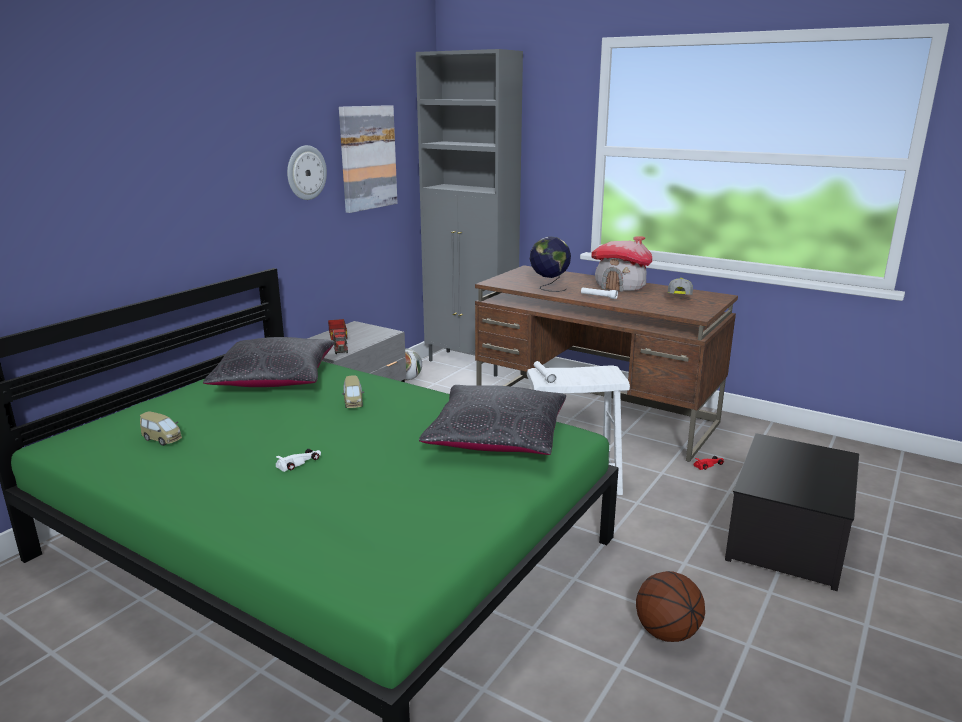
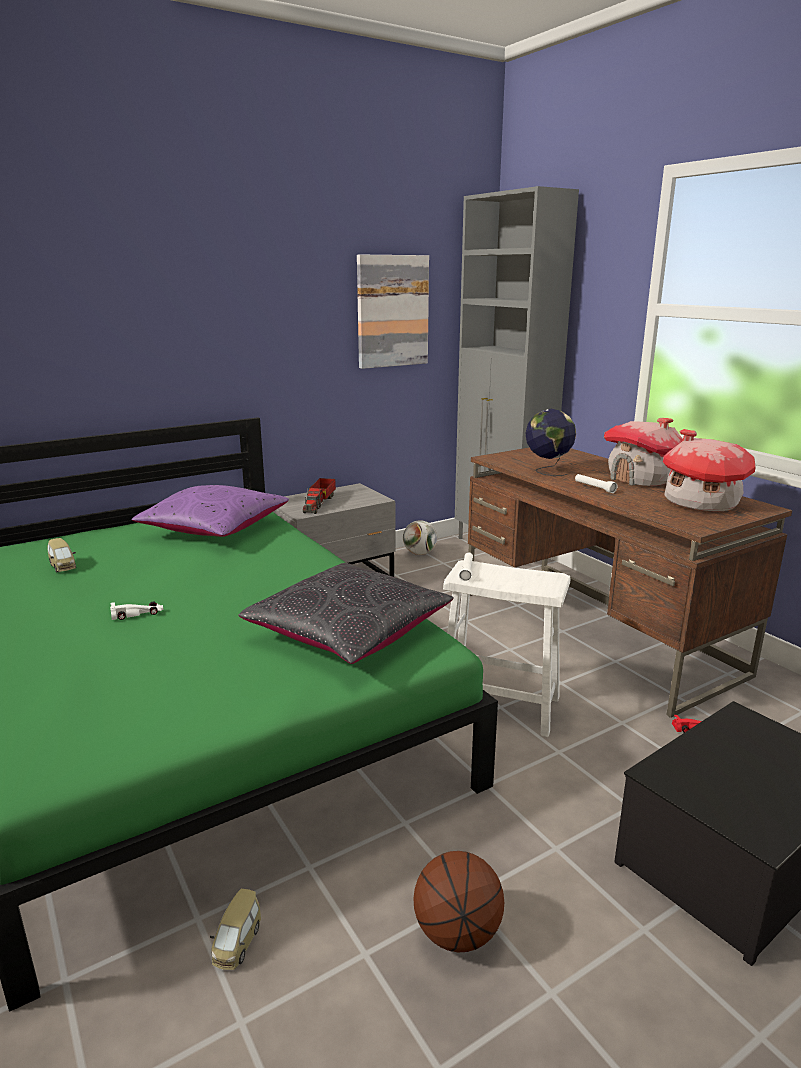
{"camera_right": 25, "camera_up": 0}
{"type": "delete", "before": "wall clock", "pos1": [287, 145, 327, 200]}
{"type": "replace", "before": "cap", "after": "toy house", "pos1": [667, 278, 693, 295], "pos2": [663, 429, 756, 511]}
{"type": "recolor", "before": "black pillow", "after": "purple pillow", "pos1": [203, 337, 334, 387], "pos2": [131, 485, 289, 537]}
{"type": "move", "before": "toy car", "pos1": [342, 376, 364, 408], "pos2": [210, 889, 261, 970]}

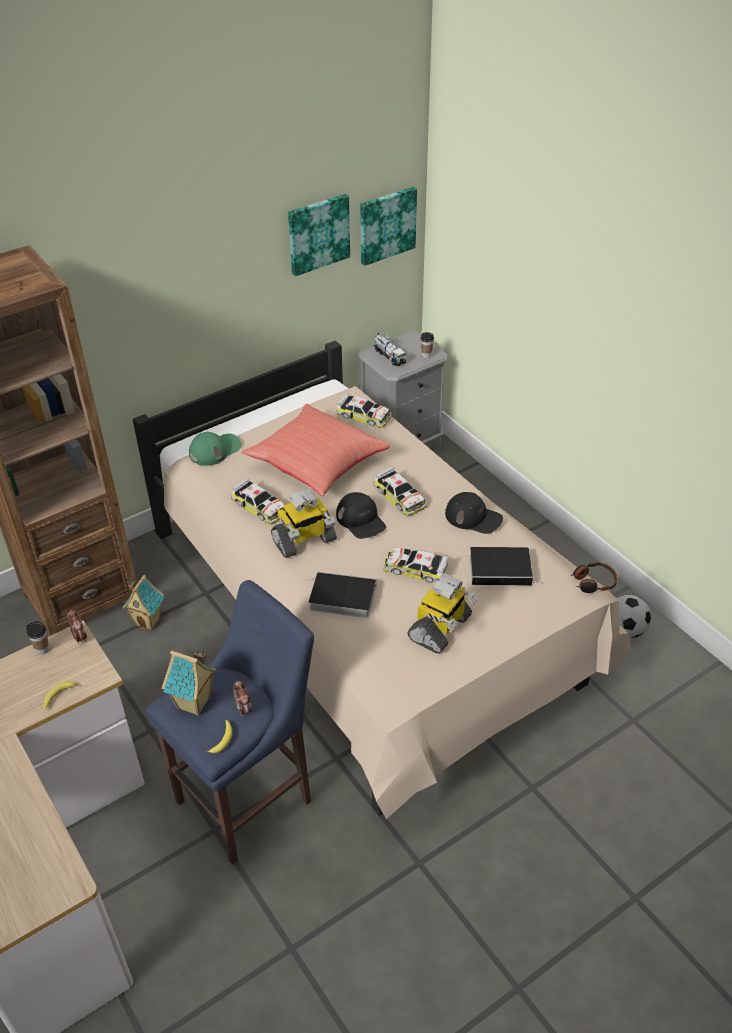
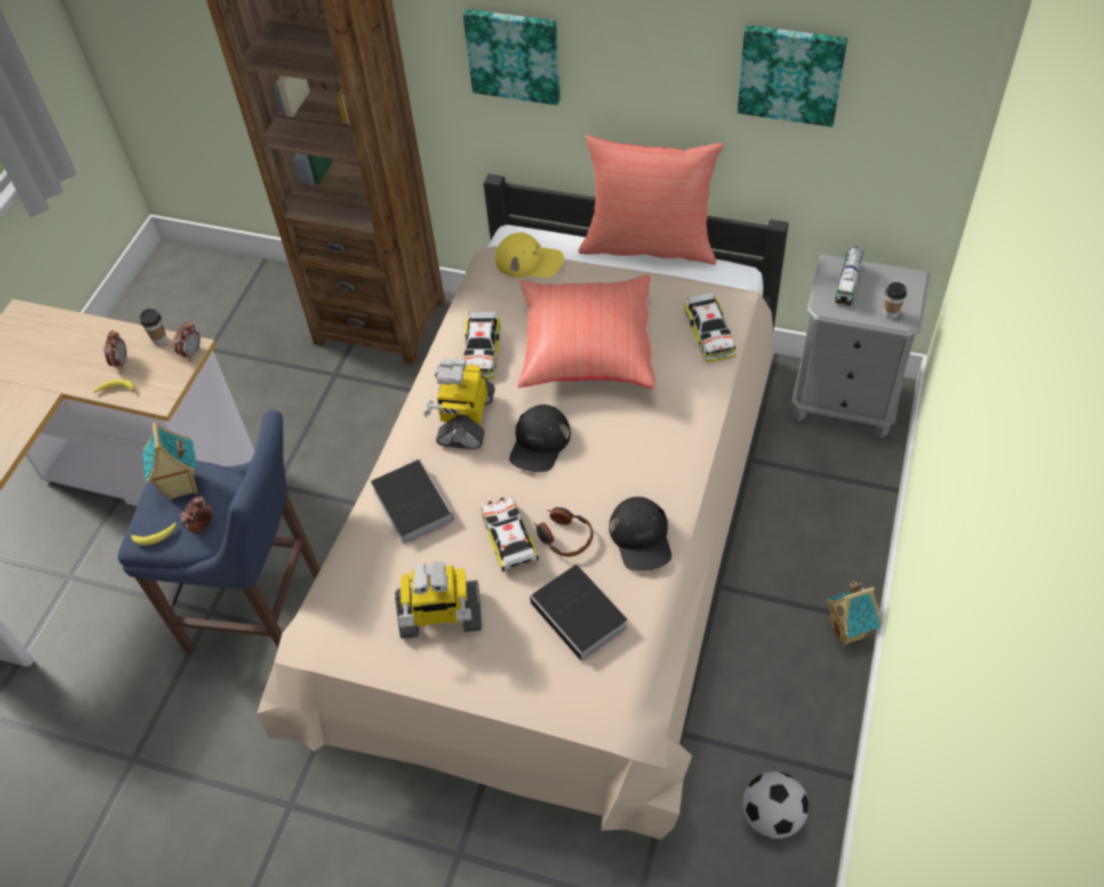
{"camera_right": 55, "camera_up": 10}
{"type": "move", "before": "picture", "pos1": [360, 187, 417, 266], "pos2": [463, 9, 560, 105]}
{"type": "recolor", "before": "green cap", "after": "yellow cap", "pos1": [189, 432, 241, 466], "pos2": [495, 232, 564, 278]}
{"type": "delete", "before": "toy car", "pos1": [374, 467, 427, 516]}
{"type": "rotate", "before": "toy robot", "pos1": [271, 489, 337, 558], "pos2": [424, 358, 495, 449], "turn": 75}
{"type": "move", "before": "headphones", "pos1": [571, 562, 617, 593], "pos2": [535, 507, 593, 557]}
{"type": "move", "before": "toy house", "pos1": [122, 575, 164, 630], "pos2": [826, 578, 883, 646]}
{"type": "insert", "after": "red pillow", "pos2": [578, 135, 724, 265]}
{"type": "insert", "after": "alarm clock", "pos2": [103, 330, 127, 369]}

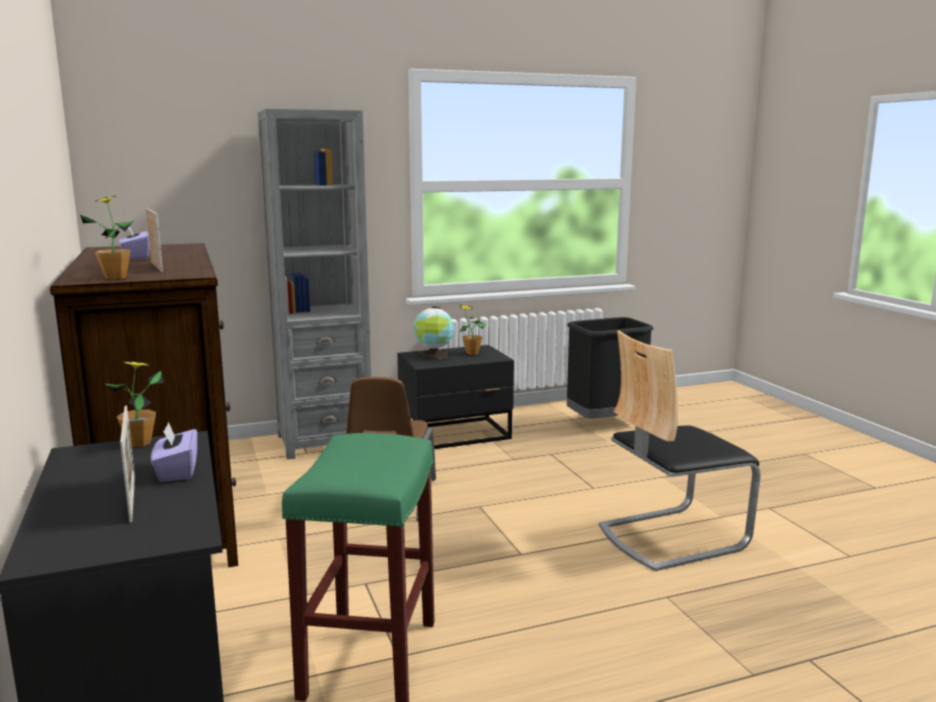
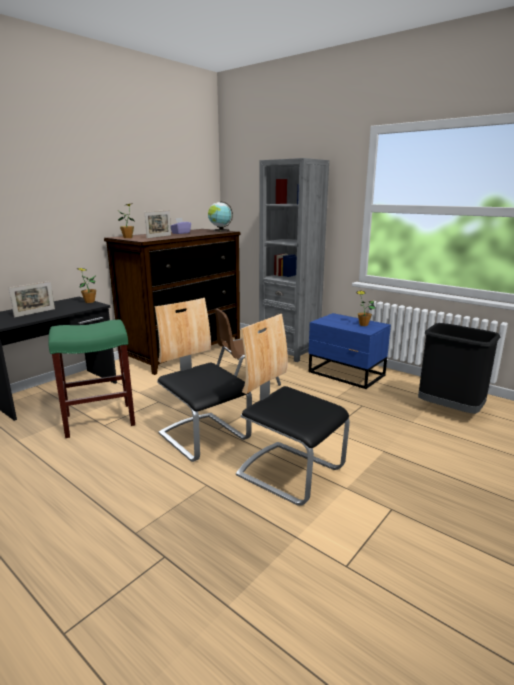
{"camera_right": 60, "camera_up": 5}
{"type": "move", "before": "globe", "pos1": [413, 306, 454, 359], "pos2": [208, 201, 233, 232]}
{"type": "recolor", "before": "black nightstand", "after": "blue nightstand", "pos1": [397, 345, 514, 449], "pos2": [308, 313, 391, 389]}
{"type": "delete", "before": "purple tissue box", "pos1": [151, 422, 197, 482]}
{"type": "insert", "after": "chair", "pos2": [155, 298, 252, 462]}

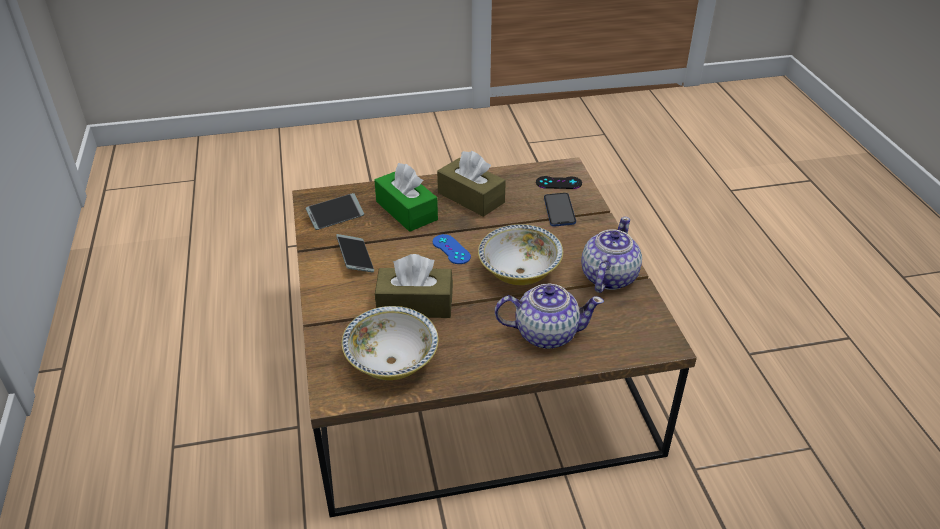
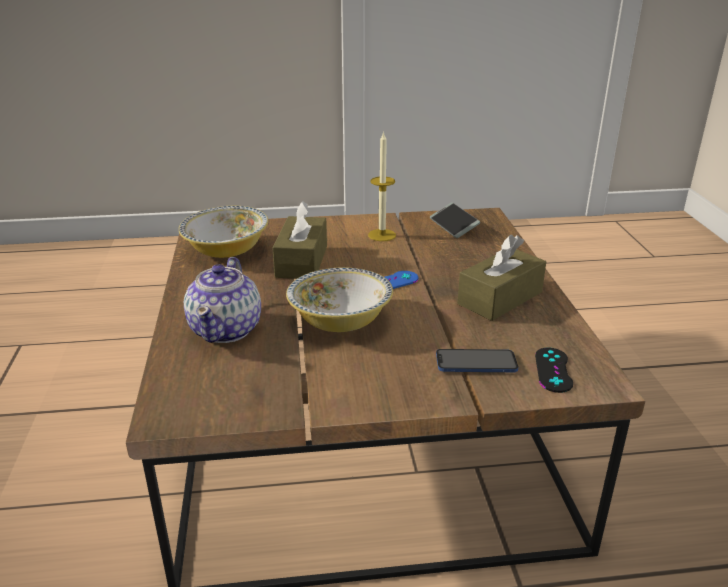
{"camera_right": 95, "camera_up": -10}
{"type": "delete", "before": "green tissue box", "pos1": [374, 163, 438, 232]}
{"type": "delete", "before": "teapot", "pos1": [581, 217, 642, 293]}
{"type": "replace", "before": "phone", "after": "candle", "pos1": [336, 234, 374, 273], "pos2": [368, 131, 396, 241]}

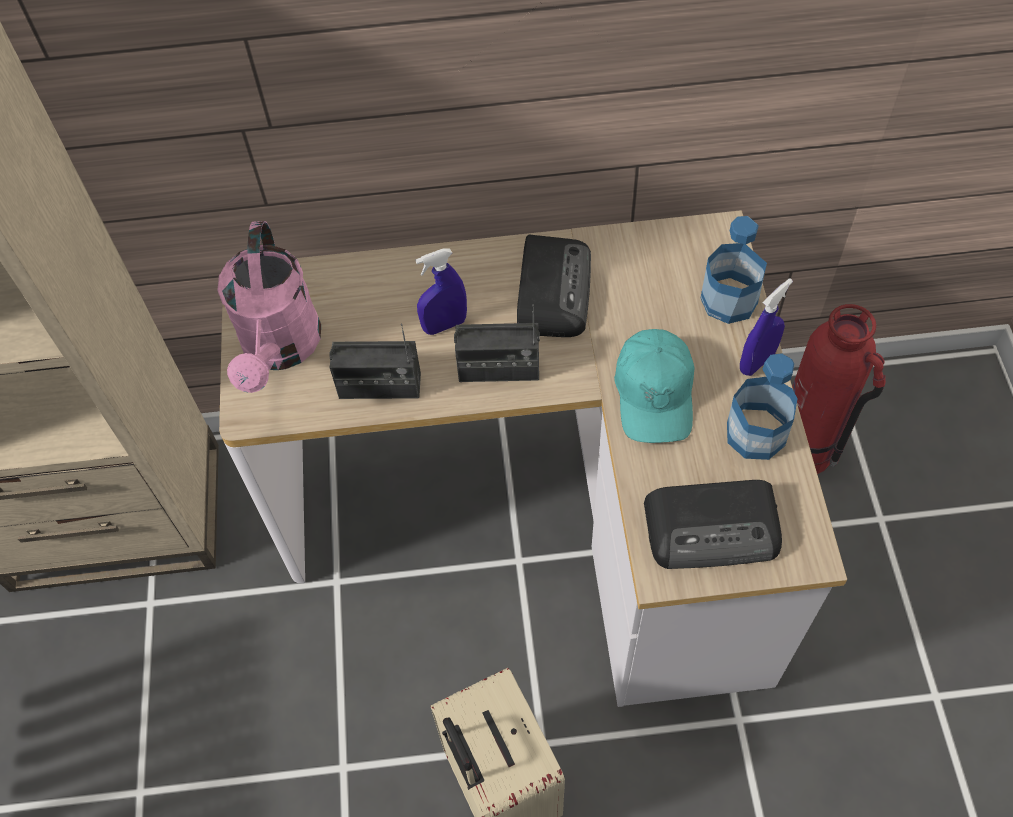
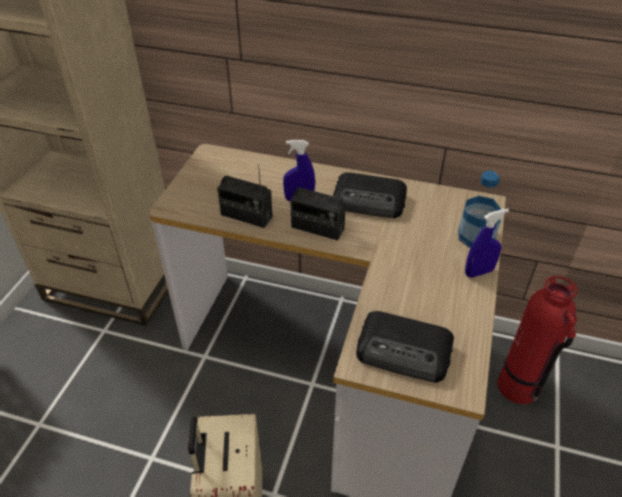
{"camera_right": 20, "camera_up": -15}
{"type": "delete", "before": "pink watering can", "pos1": [217, 221, 321, 393]}
{"type": "rotate", "before": "radio", "pos1": [517, 234, 591, 337], "pos2": [333, 172, 407, 218], "turn": 75}
{"type": "delete", "before": "turquoise cap", "pos1": [614, 329, 694, 443]}
{"type": "delete", "before": "bottle", "pos1": [727, 353, 798, 460]}

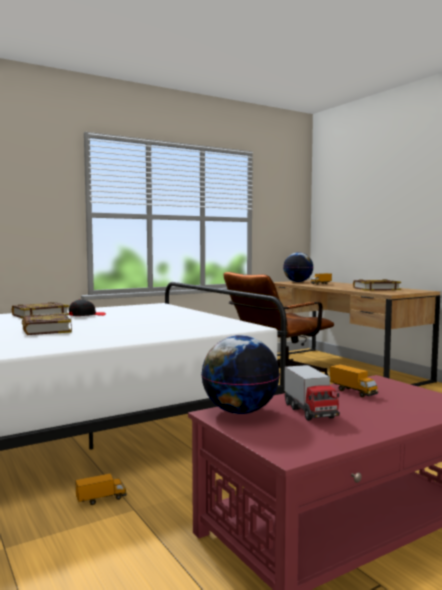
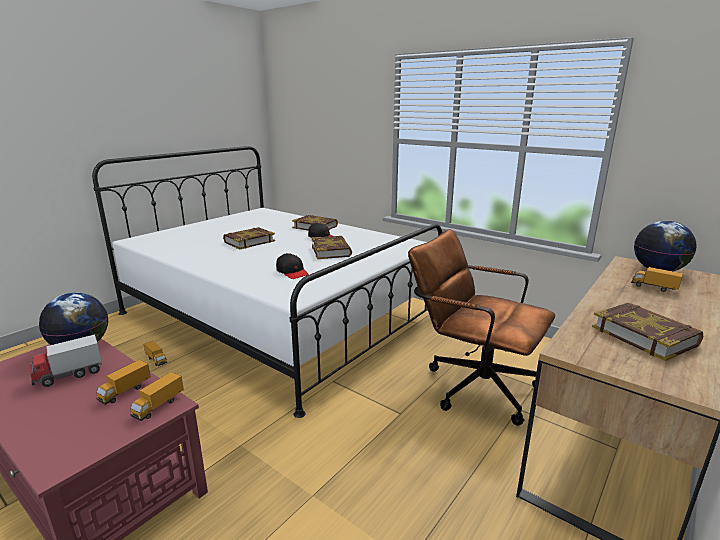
{"camera_right": 70, "camera_up": 15}
{"type": "insert", "after": "book", "pos2": [312, 236, 352, 259]}
{"type": "insert", "after": "black cap", "pos2": [276, 253, 309, 279]}
{"type": "insert", "after": "toy truck", "pos2": [130, 372, 184, 421]}

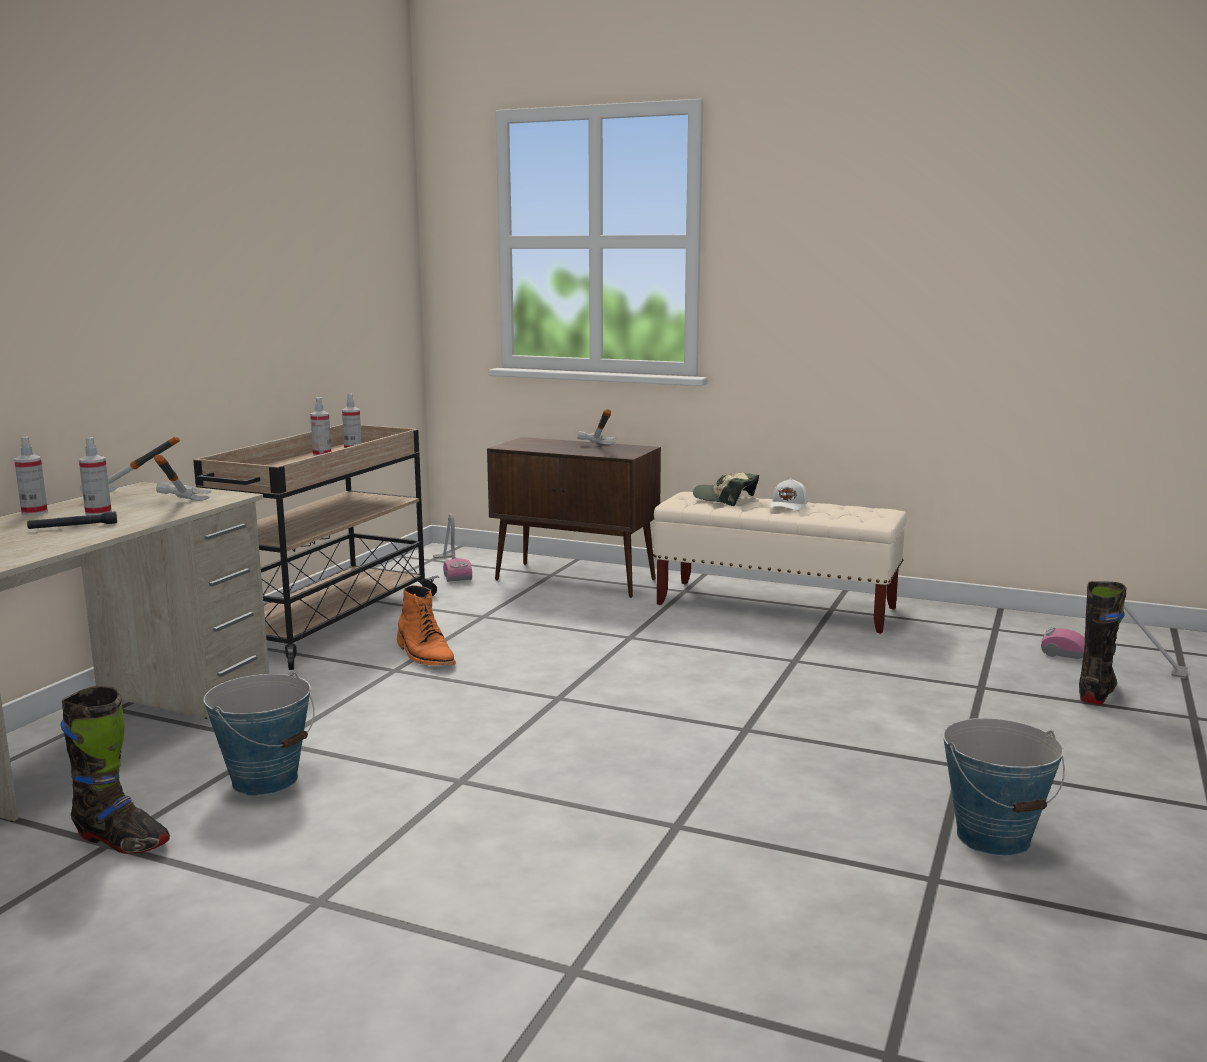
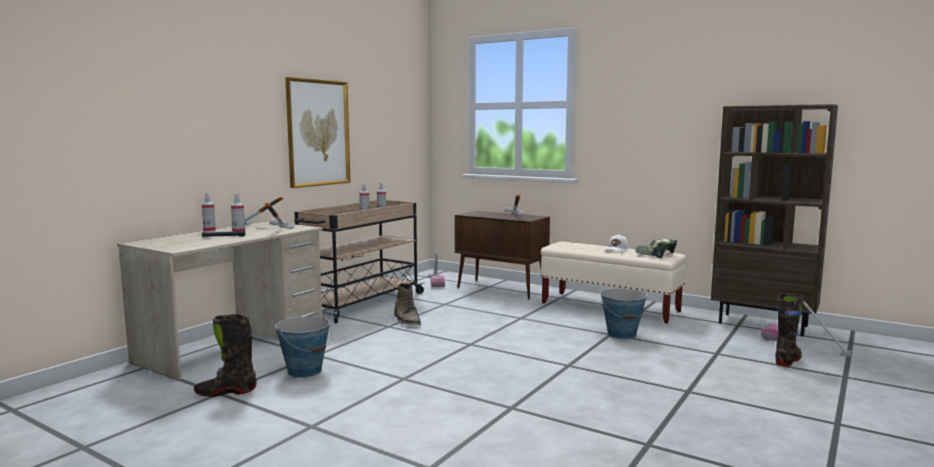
{"camera_right": 10, "camera_up": -5}
{"type": "move", "before": "cap", "pos1": [693, 473, 759, 506], "pos2": [635, 239, 677, 258]}
{"type": "recolor", "before": "orange boot", "after": "green boot", "pos1": [397, 585, 456, 666], "pos2": [394, 283, 421, 325]}
{"type": "rotate", "before": "black boot", "pos1": [60, 686, 170, 854], "pos2": [194, 314, 257, 397], "turn": 135}
{"type": "move", "before": "bucket", "pos1": [943, 718, 1065, 856], "pos2": [601, 289, 648, 339]}
{"type": "insert", "after": "picture", "pos2": [285, 77, 350, 188]}
{"type": "insert", "after": "brown bookcase", "pos2": [711, 104, 838, 336]}

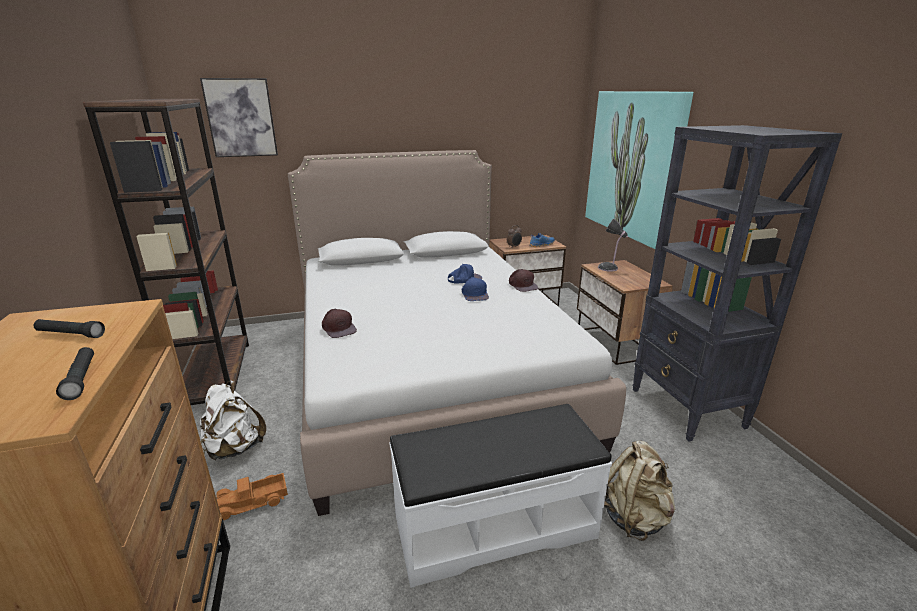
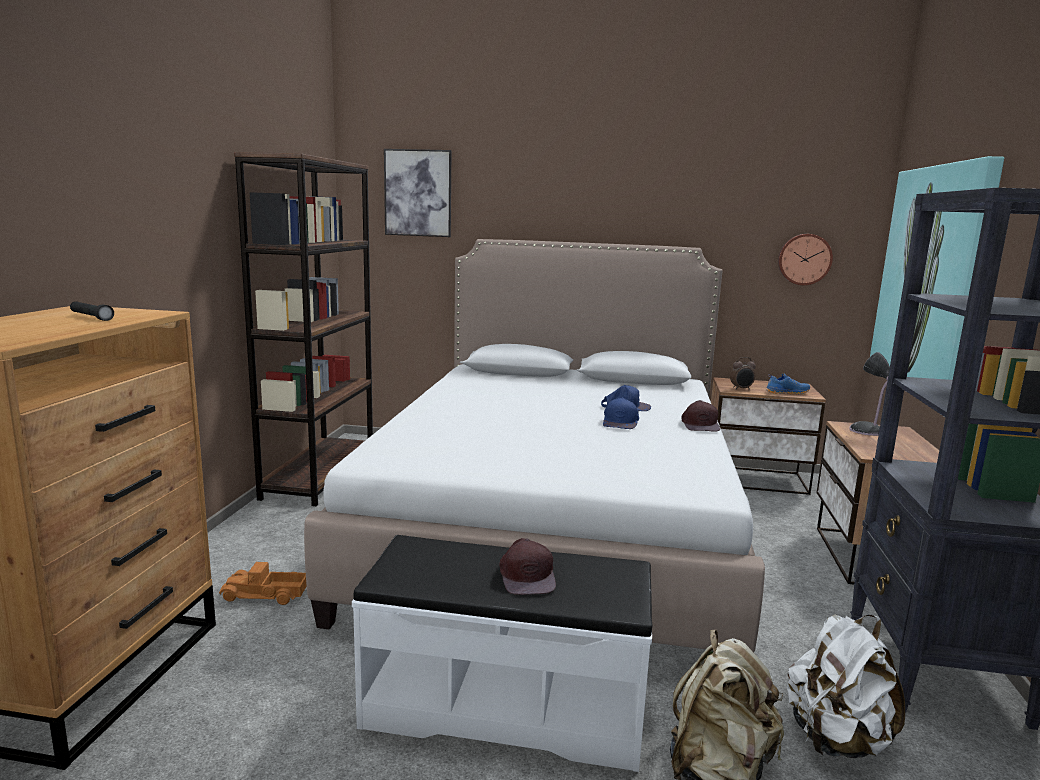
{"camera_right": 25, "camera_up": -10}
{"type": "move", "before": "brown cap", "pos1": [322, 309, 357, 338], "pos2": [499, 538, 556, 595]}
{"type": "delete", "before": "black flashlight", "pos1": [56, 347, 94, 400]}
{"type": "move", "before": "white backpack", "pos1": [199, 381, 266, 460], "pos2": [787, 614, 905, 758]}
{"type": "insert", "after": "wall clock", "pos2": [778, 234, 833, 285]}

